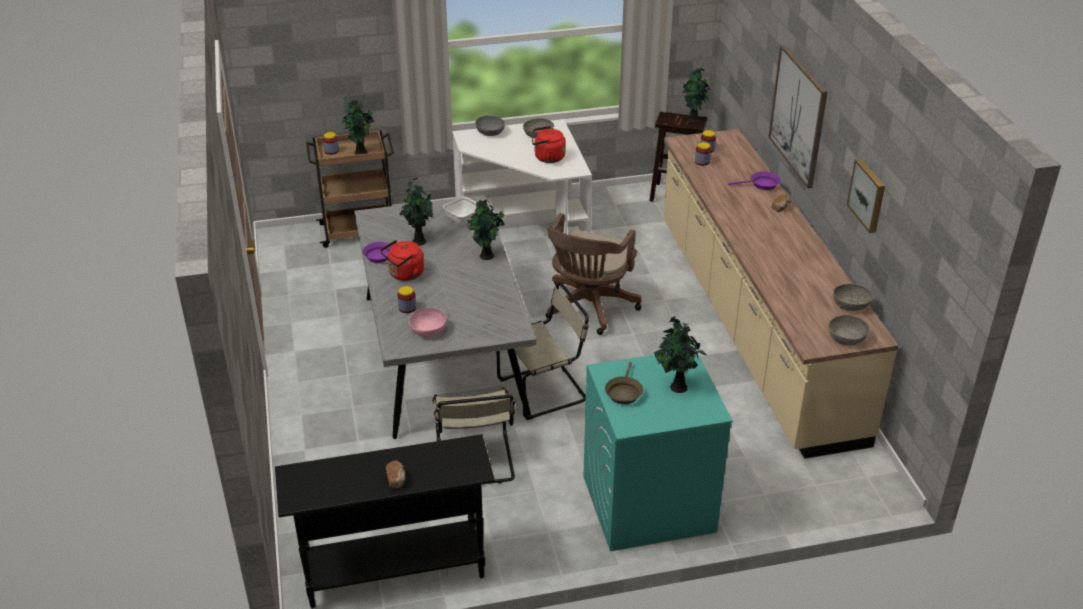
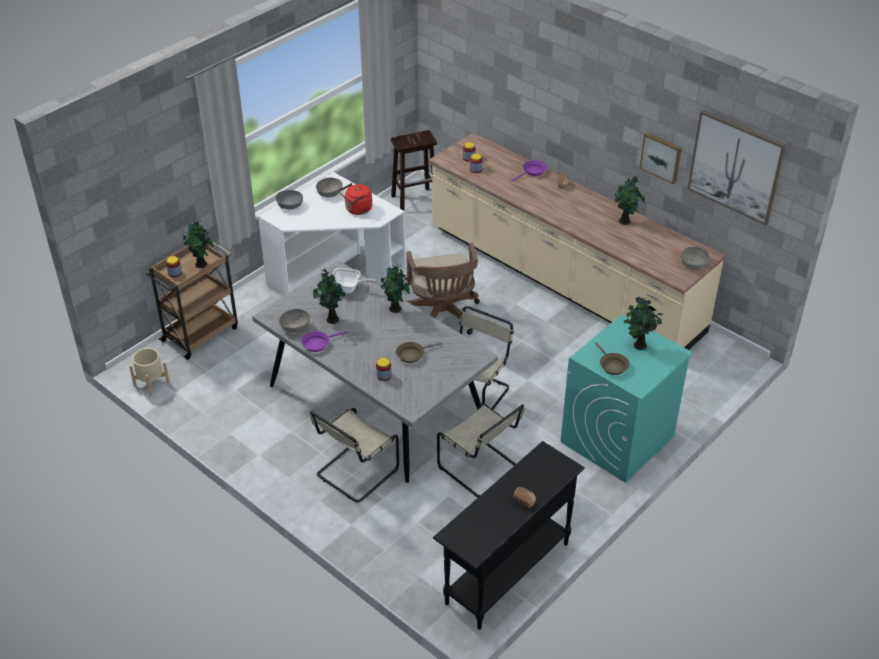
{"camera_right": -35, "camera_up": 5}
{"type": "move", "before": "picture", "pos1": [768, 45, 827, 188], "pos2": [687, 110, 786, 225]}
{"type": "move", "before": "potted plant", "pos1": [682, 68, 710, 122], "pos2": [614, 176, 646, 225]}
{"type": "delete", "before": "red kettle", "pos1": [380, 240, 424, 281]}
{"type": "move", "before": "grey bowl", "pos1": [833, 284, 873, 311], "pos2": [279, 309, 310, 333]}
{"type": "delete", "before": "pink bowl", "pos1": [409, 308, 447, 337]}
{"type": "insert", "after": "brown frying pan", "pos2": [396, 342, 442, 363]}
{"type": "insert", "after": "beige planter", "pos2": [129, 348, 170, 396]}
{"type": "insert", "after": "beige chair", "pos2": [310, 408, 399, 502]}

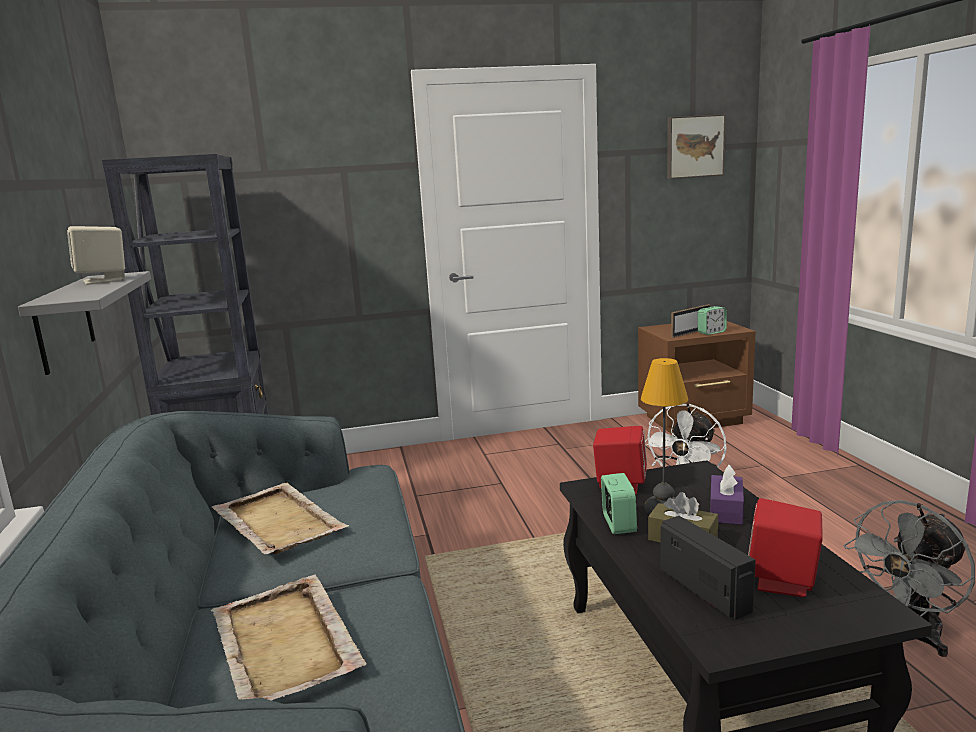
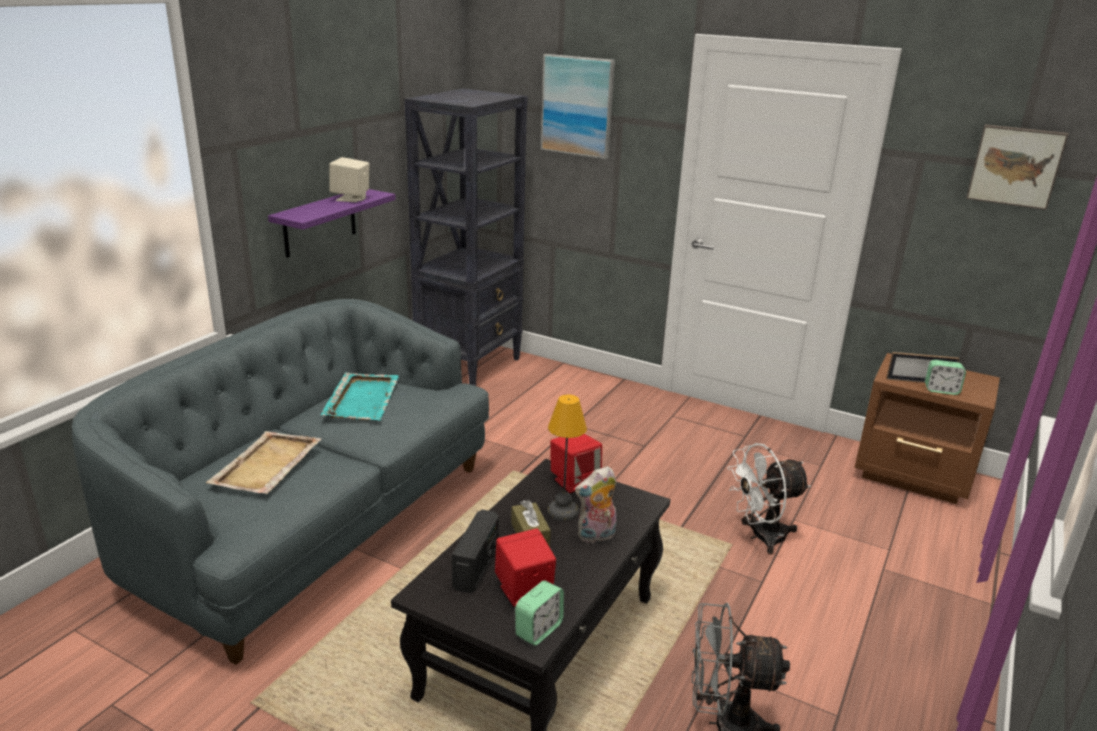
{"camera_right": 40, "camera_up": 10}
{"type": "recolor", "before": "grey shelf", "after": "purple shelf", "pos1": [18, 271, 151, 375], "pos2": [268, 189, 396, 258]}
{"type": "replace", "before": "purple tissue box", "after": "plush toy", "pos1": [710, 465, 744, 525], "pos2": [575, 466, 617, 543]}
{"type": "move", "before": "alarm clock", "pos1": [601, 473, 637, 534], "pos2": [515, 580, 564, 646]}
{"type": "recolor", "before": "beige tray", "after": "turquoise tray", "pos1": [212, 483, 349, 554], "pos2": [321, 372, 399, 420]}
{"type": "insert", "after": "picture", "pos2": [541, 54, 615, 159]}

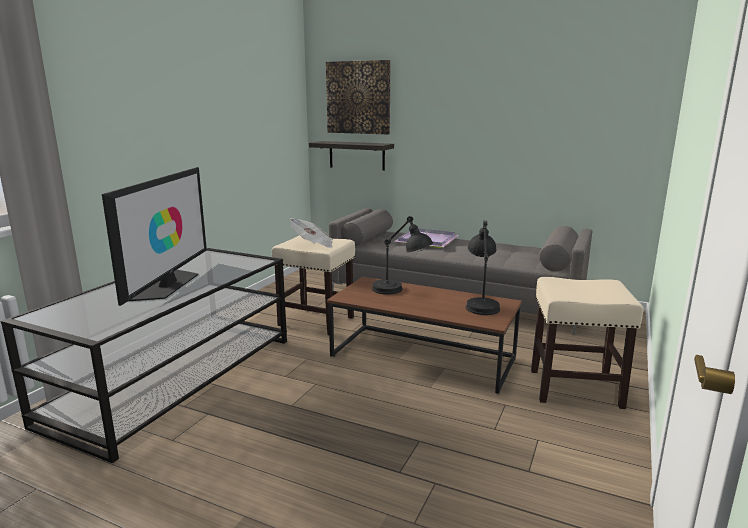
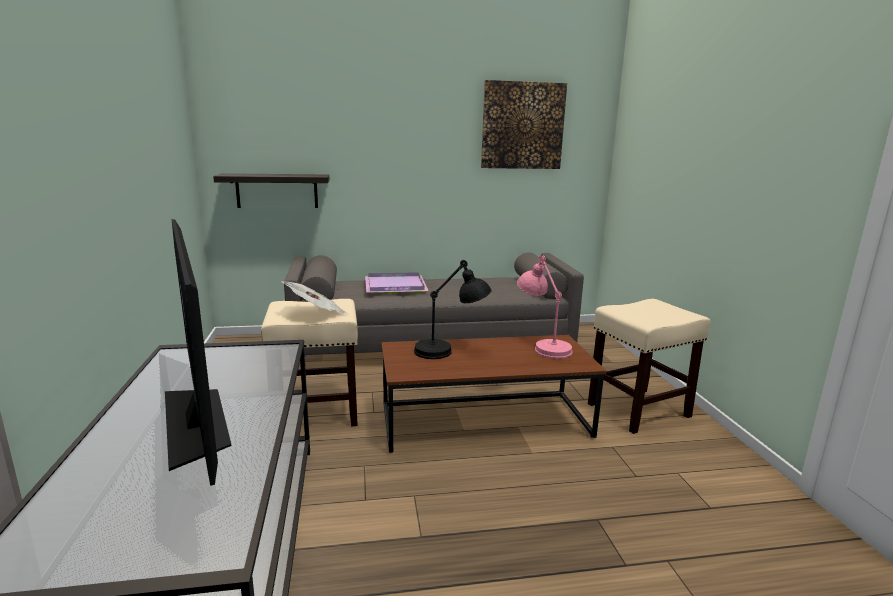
{"camera_right": -35, "camera_up": 0}
{"type": "move", "before": "picture", "pos1": [326, 60, 391, 134], "pos2": [481, 80, 567, 169]}
{"type": "recolor", "before": "black table lamp", "after": "pink table lamp", "pos1": [466, 221, 500, 315], "pos2": [517, 256, 572, 359]}

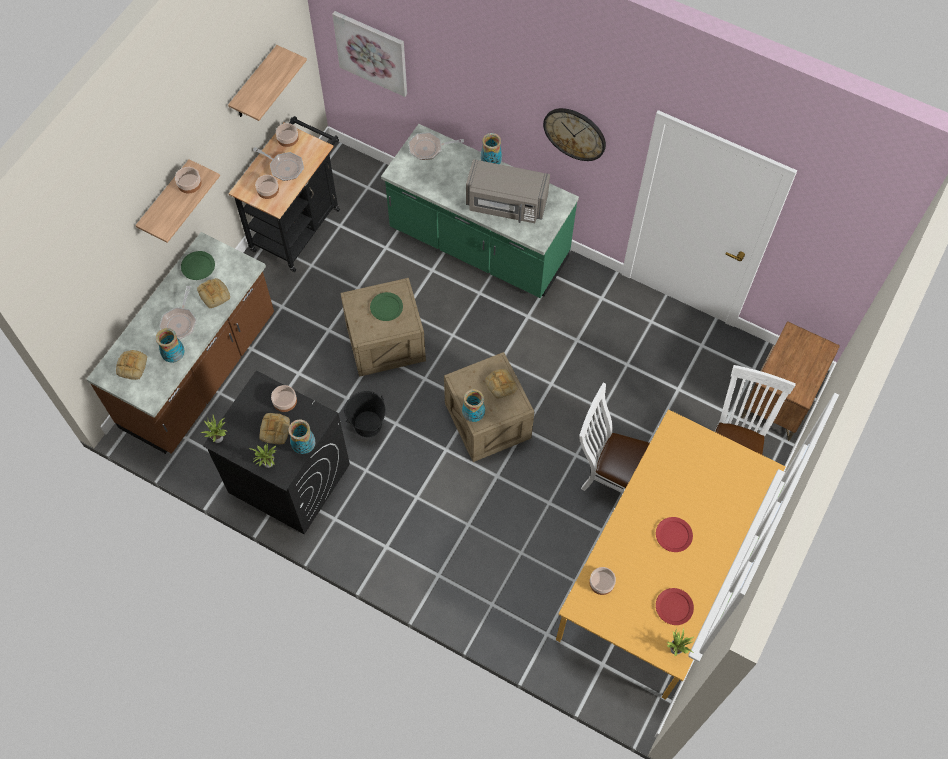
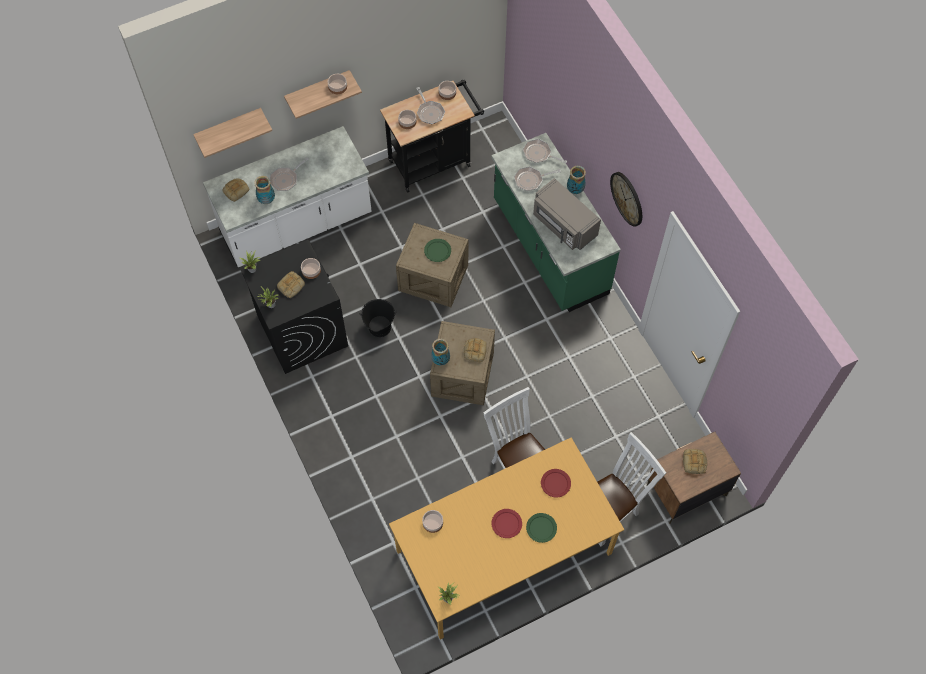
{"camera_right": 35, "camera_up": 0}
{"type": "delete", "before": "picture", "pos1": [332, 11, 407, 97]}
{"type": "move", "before": "shelf", "pos1": [228, 45, 307, 121], "pos2": [193, 108, 272, 158]}
{"type": "recolor", "before": "brown counter", "after": "white counter", "pos1": [86, 232, 274, 454], "pos2": [203, 126, 372, 267]}
{"type": "move", "before": "green plate", "pos1": [181, 251, 215, 280], "pos2": [526, 513, 557, 543]}
{"type": "move", "before": "bread", "pos1": [197, 278, 230, 308], "pos2": [683, 449, 707, 474]}
{"type": "delete", "before": "vase", "pos1": [288, 420, 315, 454]}
{"type": "move", "before": "red plate", "pos1": [656, 588, 694, 625], "pos2": [541, 469, 571, 497]}
{"type": "insert", "after": "frying pan", "pos2": [514, 166, 561, 191]}

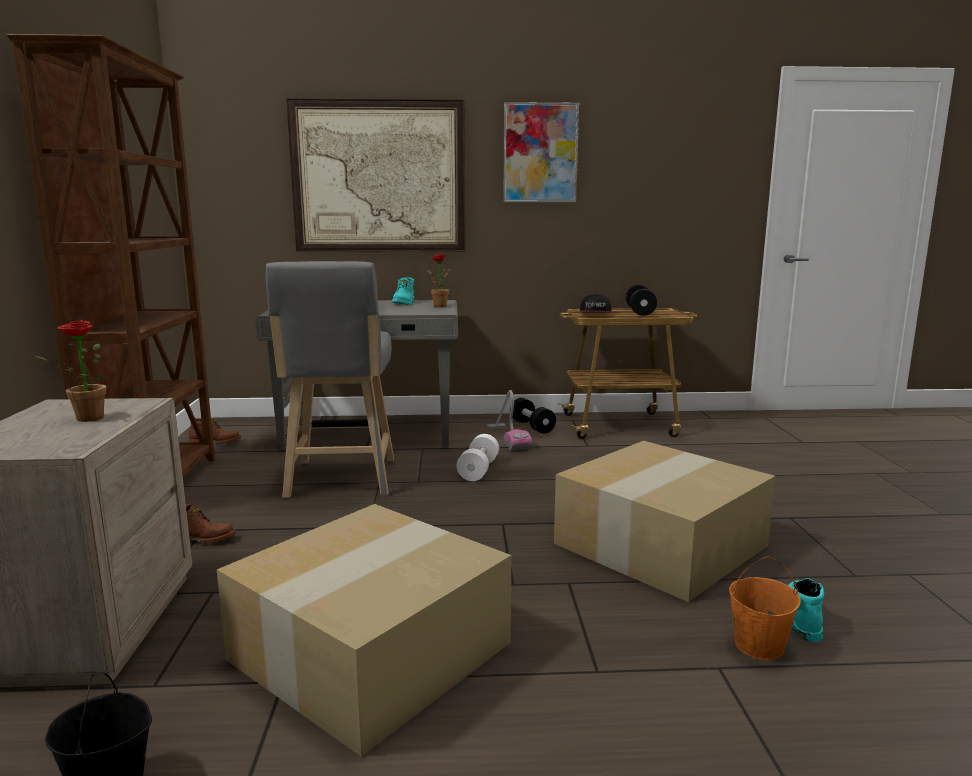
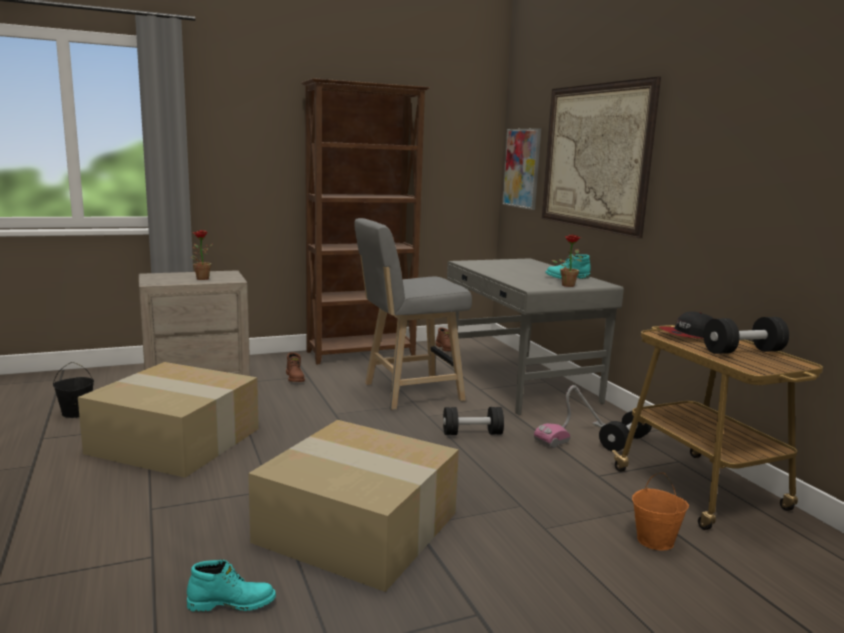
{"camera_right": 70, "camera_up": 0}
{"type": "move", "before": "picture", "pos1": [503, 102, 579, 202], "pos2": [502, 128, 541, 210]}
{"type": "recolor", "before": "white dumbbell", "after": "black dumbbell", "pos1": [457, 434, 499, 481], "pos2": [443, 407, 504, 435]}
{"type": "move", "before": "orange bucket", "pos1": [729, 556, 801, 660], "pos2": [632, 473, 689, 550]}

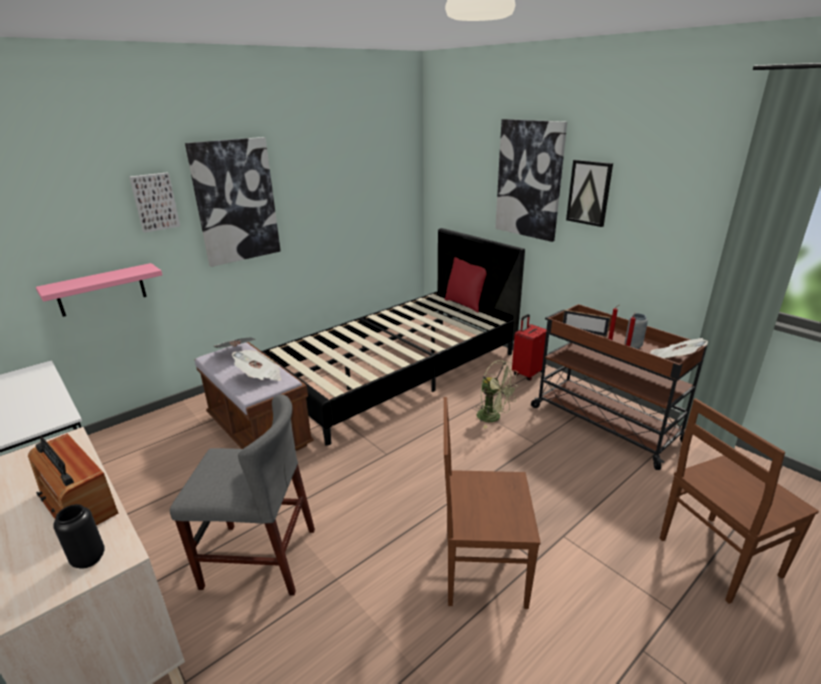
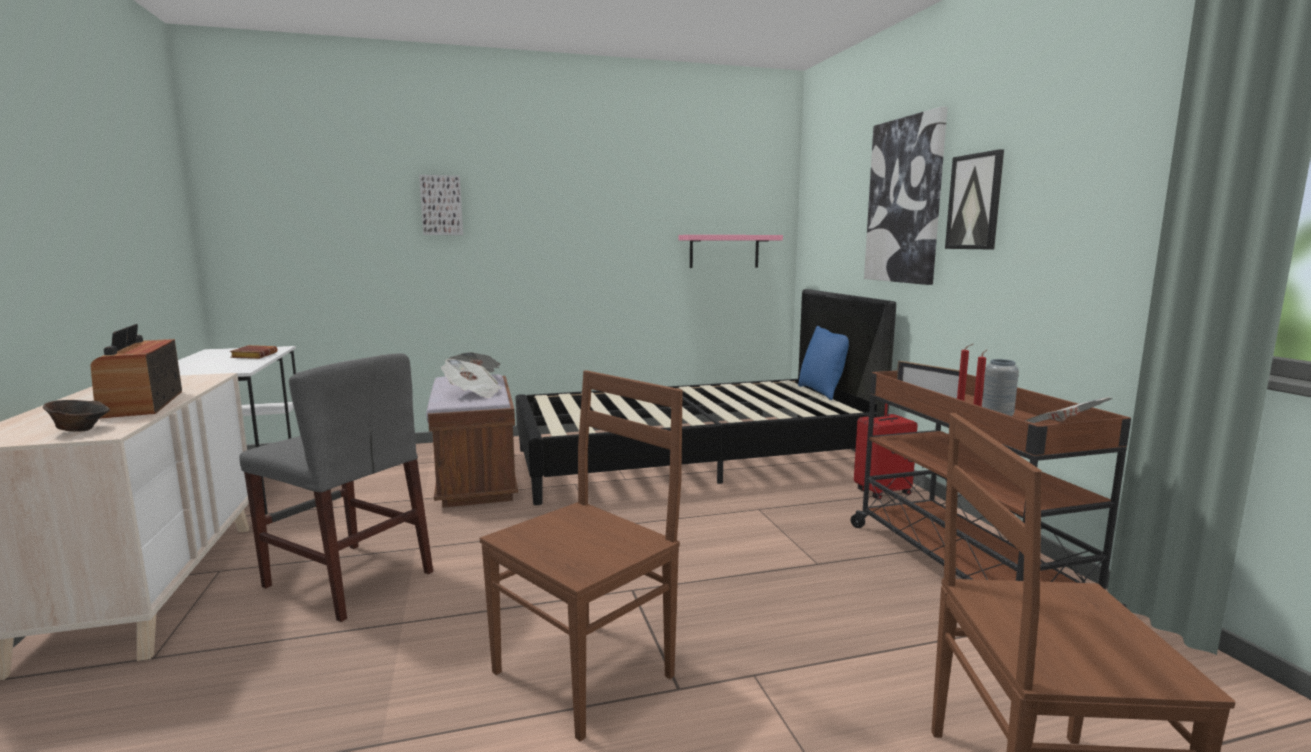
{"camera_right": 25, "camera_up": -15}
{"type": "delete", "before": "picture", "pos1": [185, 137, 281, 267]}
{"type": "recolor", "before": "red pillow", "after": "blue pillow", "pos1": [444, 257, 486, 313], "pos2": [798, 326, 849, 400]}
{"type": "move", "before": "pink shelf", "pos1": [36, 263, 162, 317], "pos2": [678, 235, 783, 268]}
{"type": "delete", "before": "green fan", "pos1": [476, 360, 519, 428]}
{"type": "rotate", "before": "brown chair", "pos1": [444, 397, 541, 609], "pos2": [480, 370, 683, 742], "turn": 105}
{"type": "replace", "before": "black vase", "after": "brown bowl", "pos1": [53, 504, 105, 569], "pos2": [43, 400, 110, 432]}
{"type": "insert", "after": "brown book", "pos2": [230, 345, 278, 359]}

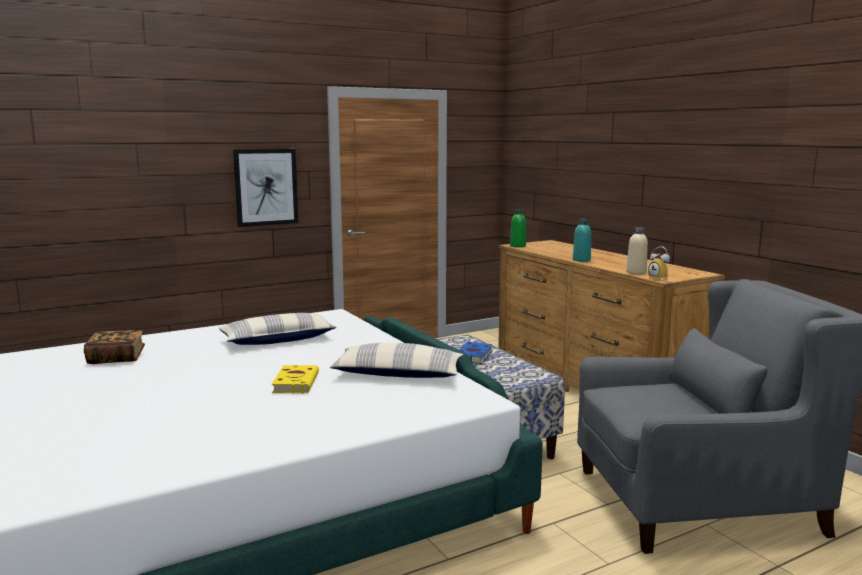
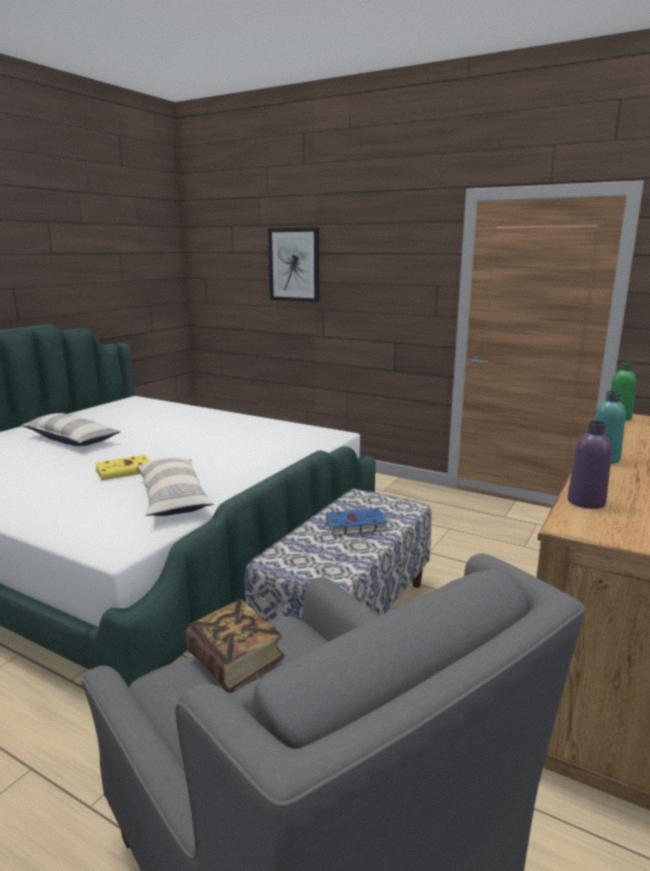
{"camera_right": 60, "camera_up": 5}
{"type": "move", "before": "picture", "pos1": [233, 149, 298, 227], "pos2": [268, 228, 319, 302]}
{"type": "recolor", "before": "beige bottle", "after": "purple bottle", "pos1": [626, 227, 648, 275], "pos2": [567, 421, 612, 509]}
{"type": "delete", "before": "alarm clock", "pos1": [648, 246, 670, 280]}
{"type": "move", "before": "pillow", "pos1": [219, 313, 337, 345], "pos2": [21, 413, 121, 446]}
{"type": "move", "before": "book", "pos1": [84, 330, 145, 364], "pos2": [184, 599, 285, 693]}

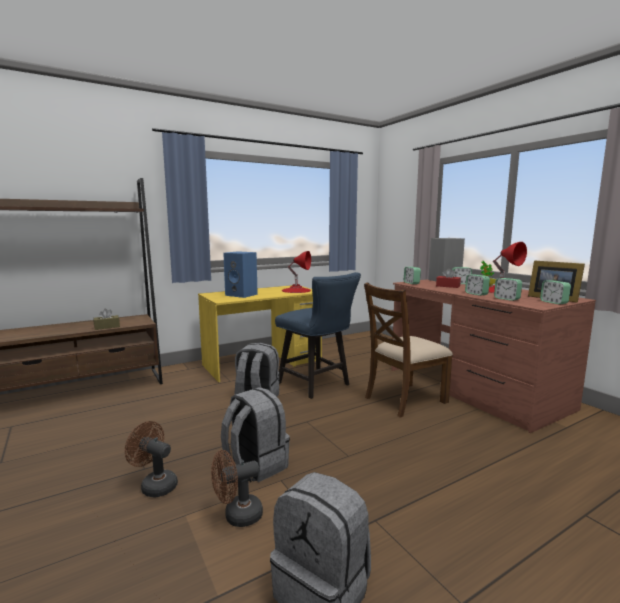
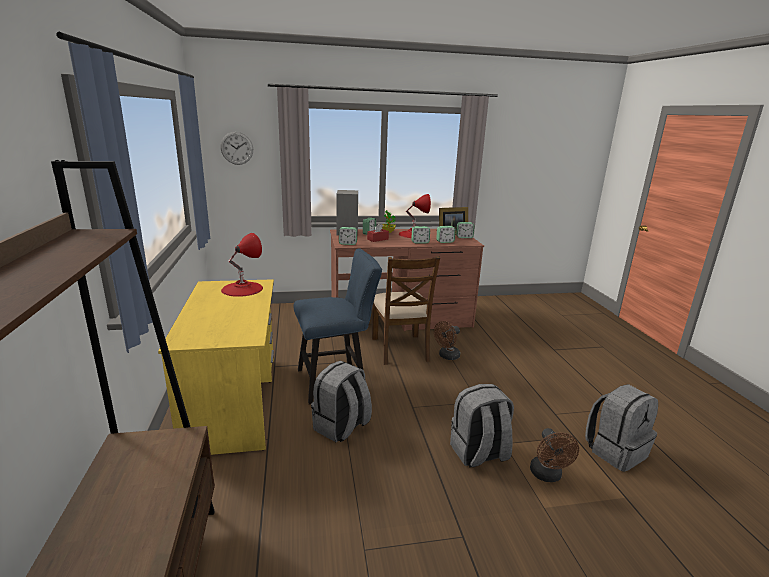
{"camera_right": -70, "camera_up": 10}
{"type": "delete", "before": "blue speaker", "pos1": [223, 251, 258, 298]}
{"type": "delete", "before": "brown tissue box", "pos1": [93, 309, 120, 330]}
{"type": "move", "before": "brown fan", "pos1": [125, 421, 178, 498], "pos2": [434, 321, 460, 360]}
{"type": "insert", "after": "wall clock", "pos2": [221, 132, 253, 165]}

